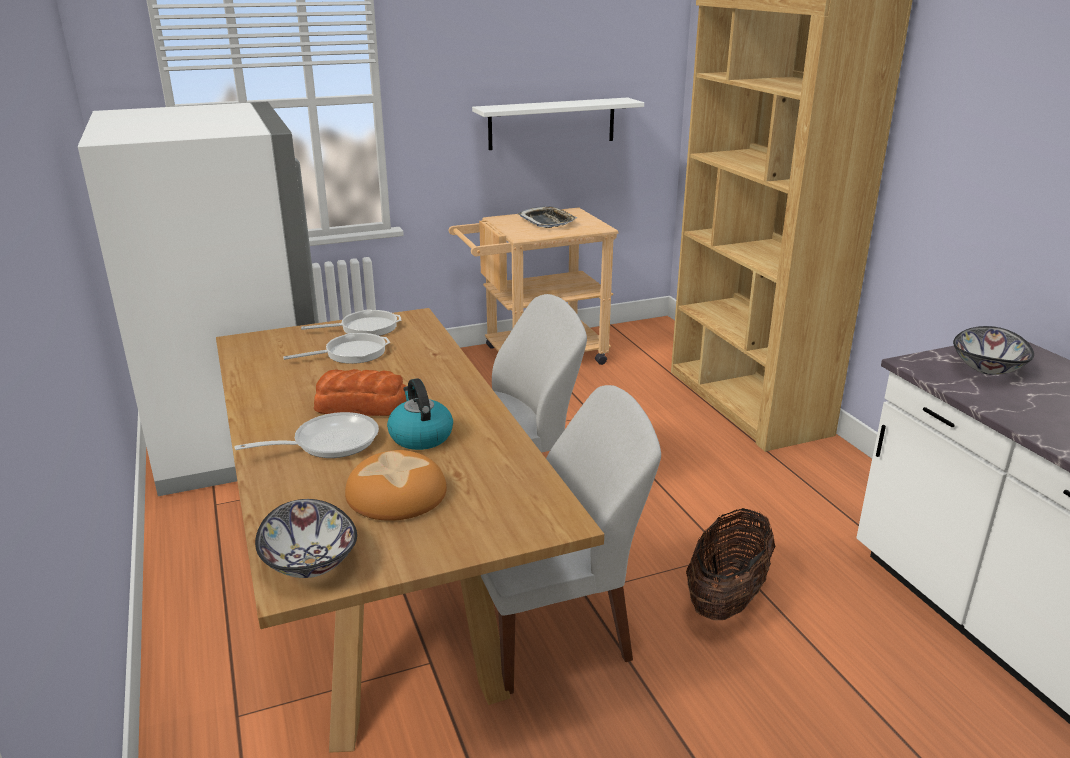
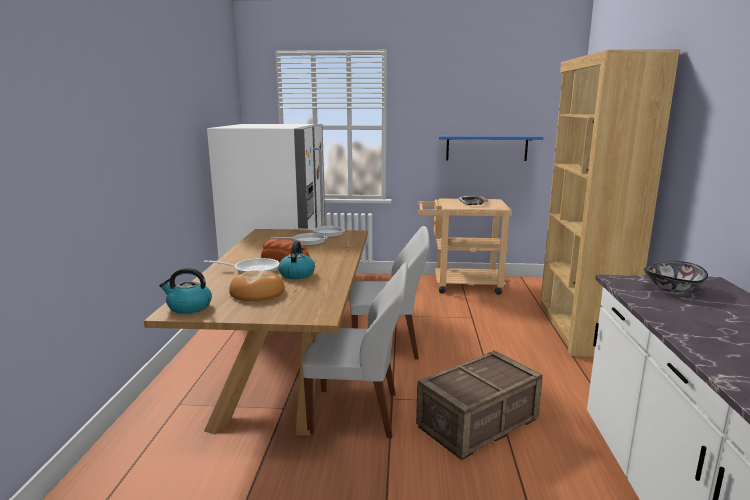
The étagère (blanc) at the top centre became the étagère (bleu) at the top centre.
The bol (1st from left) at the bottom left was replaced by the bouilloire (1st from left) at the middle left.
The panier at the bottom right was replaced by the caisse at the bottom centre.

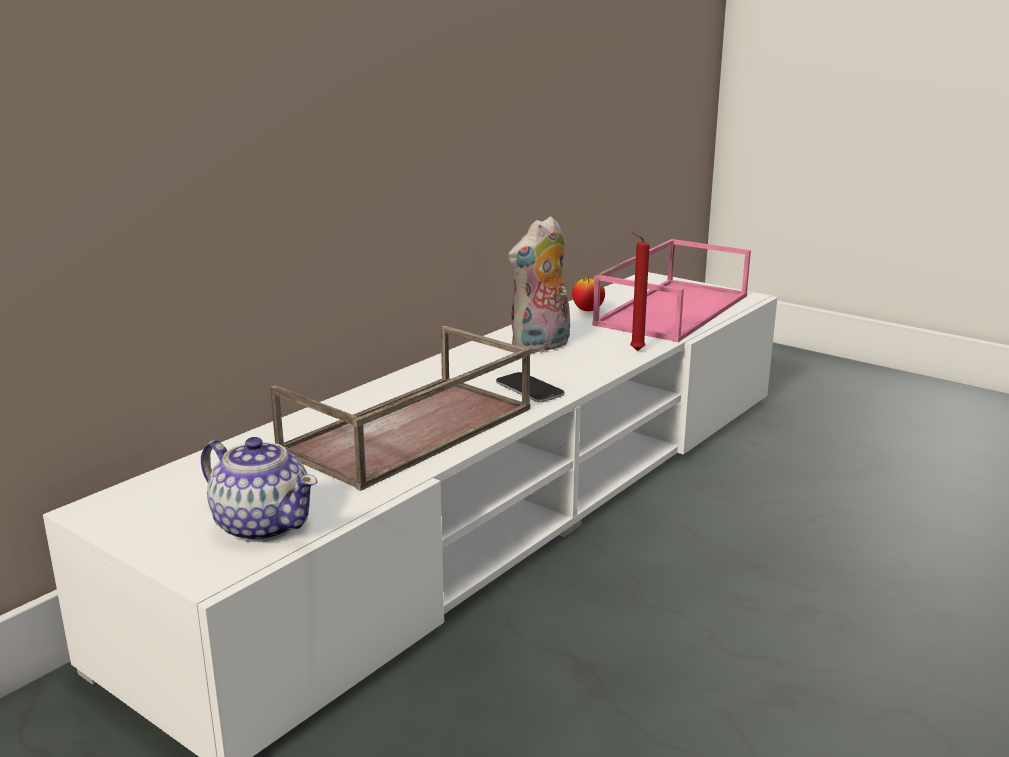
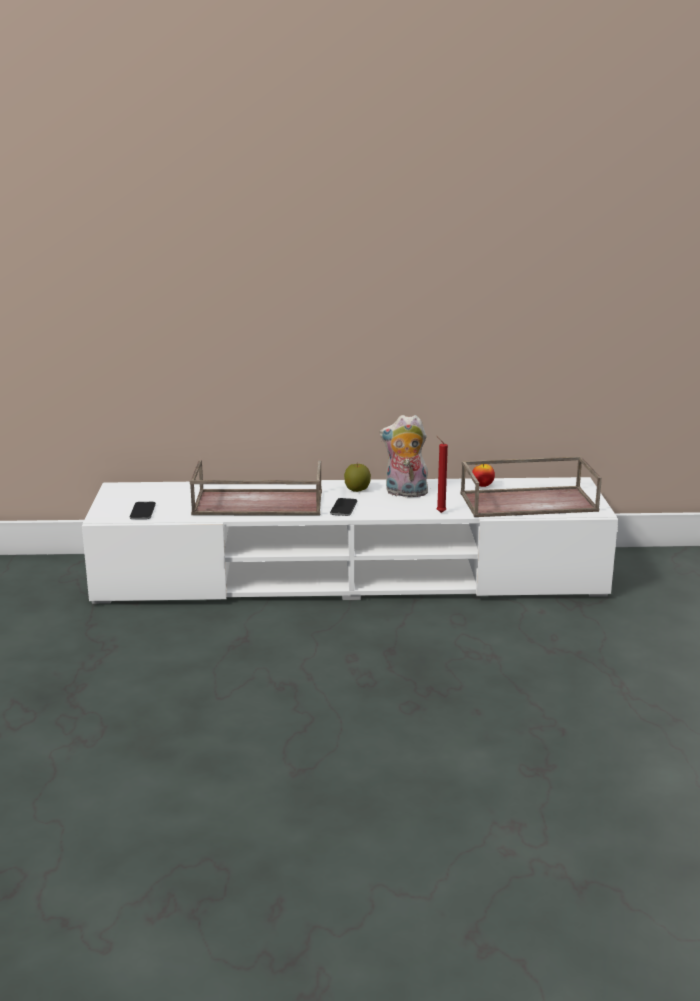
The plateau (rose) at the centre became the plateau (marron) (2nd from left) at the middle right.
The théière at the middle left was replaced by the téléphone (1st from left) at the middle left.
The pomme (1st from left) at the centre appeared.

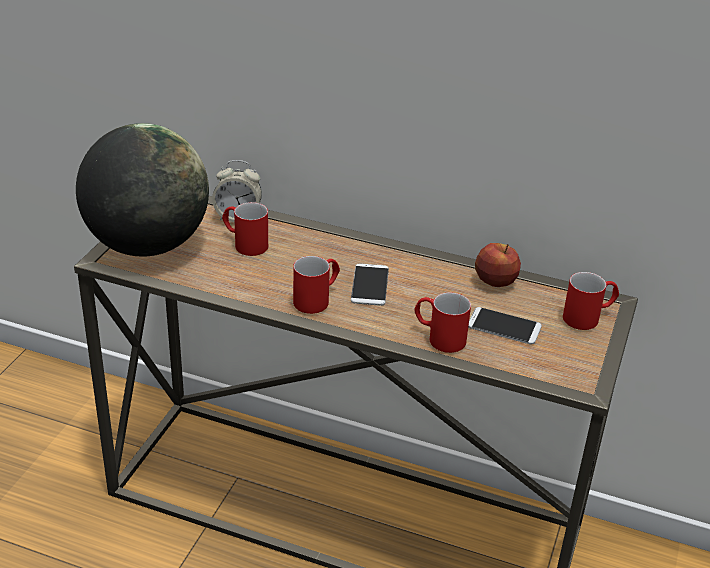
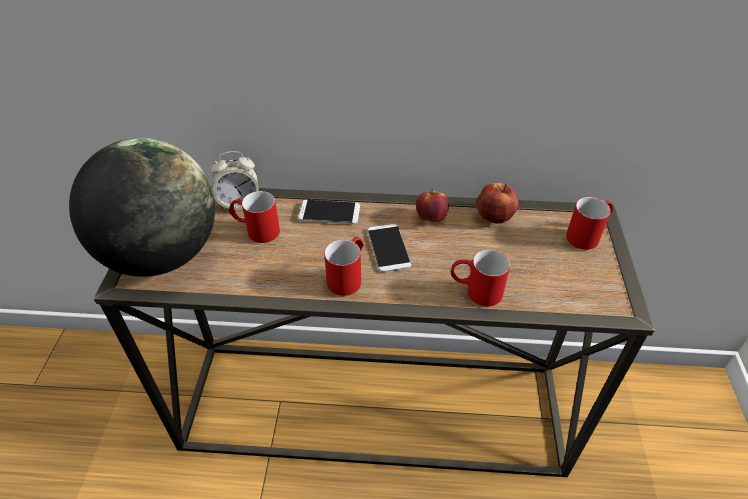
The téléphone (2nd from left in the first image) moved from the middle right to the centre.
The pomme (1st from left) at the centre appeared.

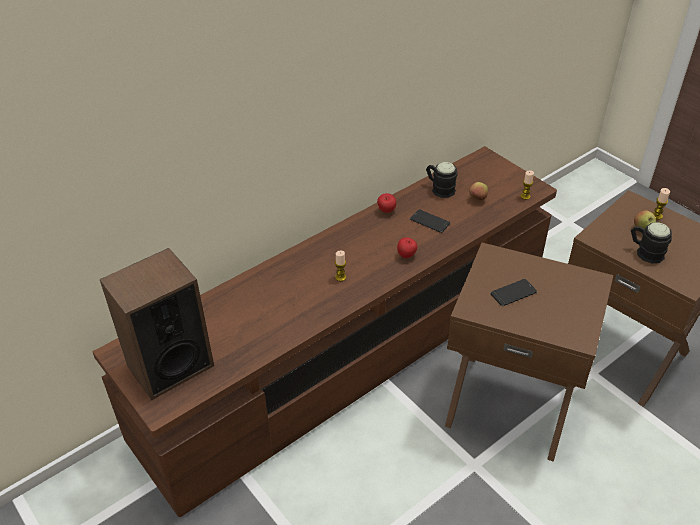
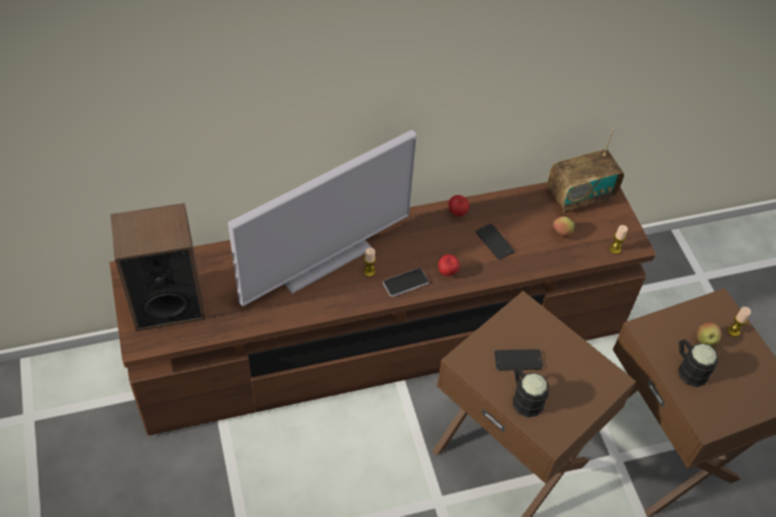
The mug (noir) (1st from left) moved from the centre to the bottom right.
The radio at the top right appeared.
The téléviseur at the centre appeared.
The téléphone (1st from left) at the centre appeared.

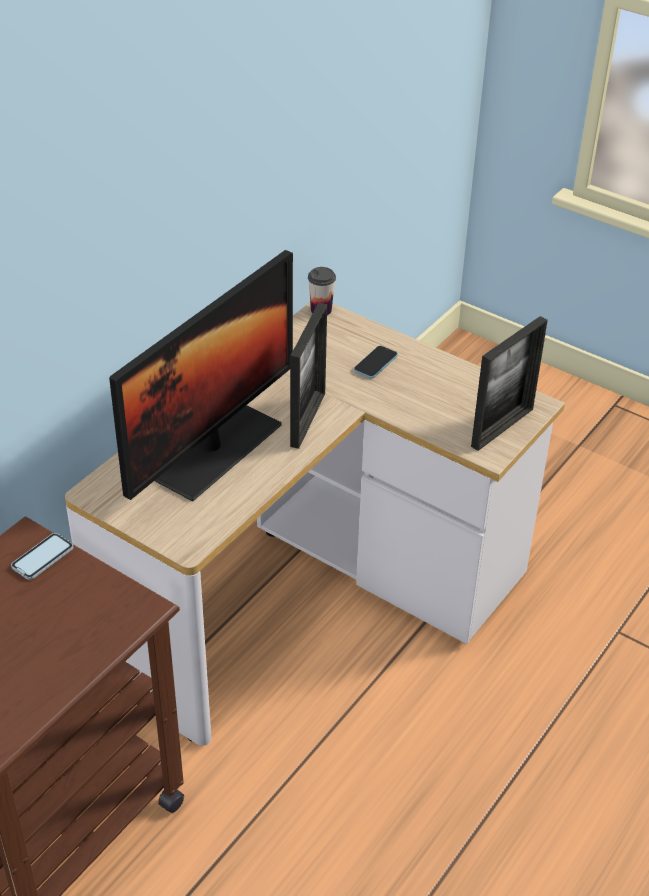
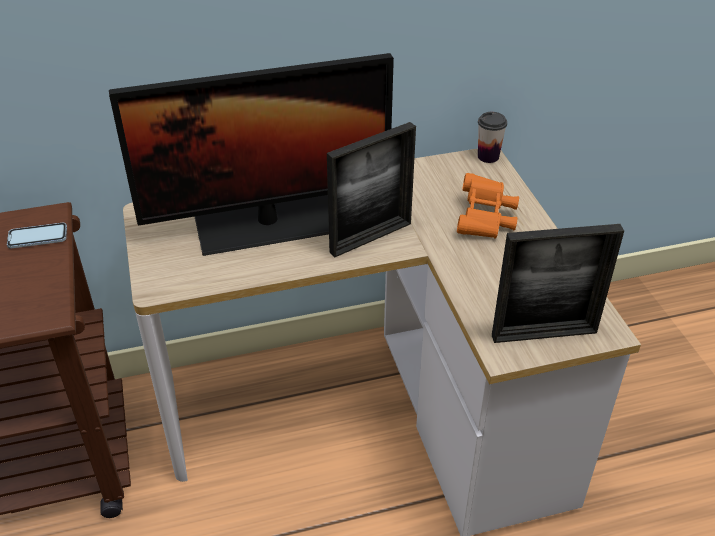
The téléphone (2nd from left) at the centre was replaced by the jumelles (orange) at the middle right.

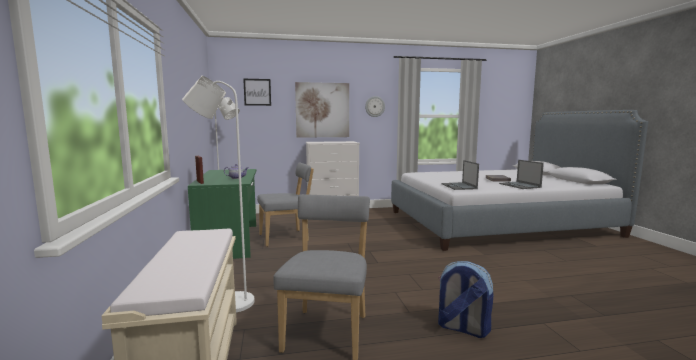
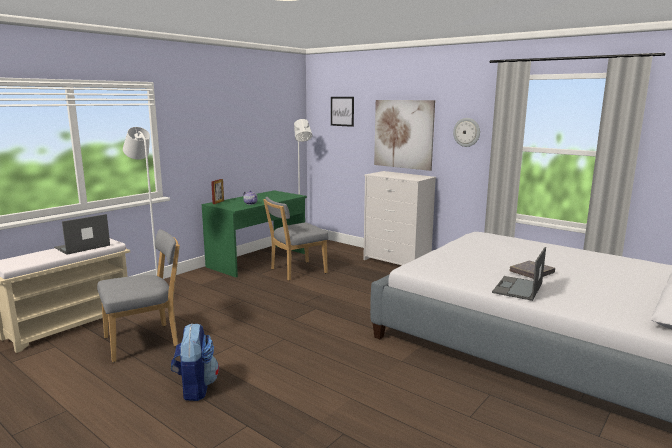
The ordinateur portable (1st from left) moved from the centre to the middle left.
The chaise (gris) (1st from left in the first image) at the centre turned 120 degrees clockwise.

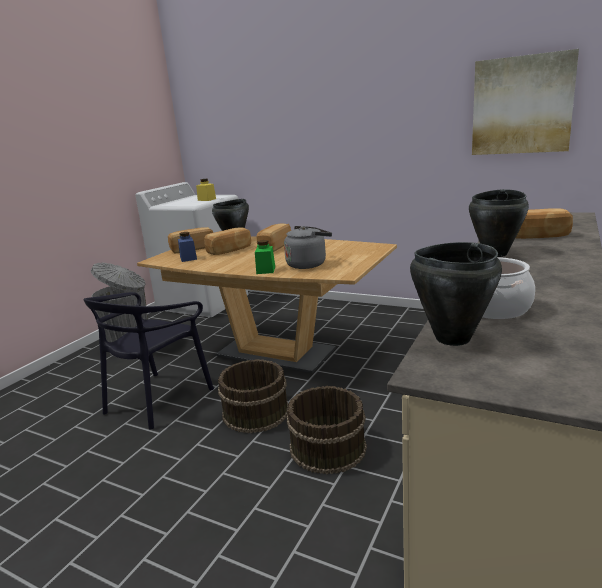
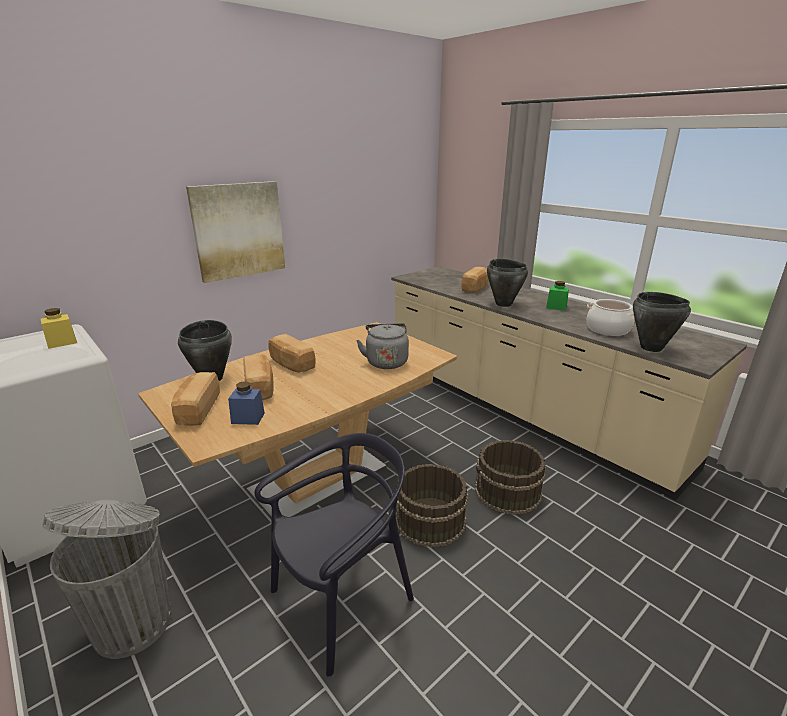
The tableau moved from the top right to the top left.
The bocal (vert) moved from the centre to the middle right.
The chaise (noir) at the middle left turned 90 degrees counterclockwise.

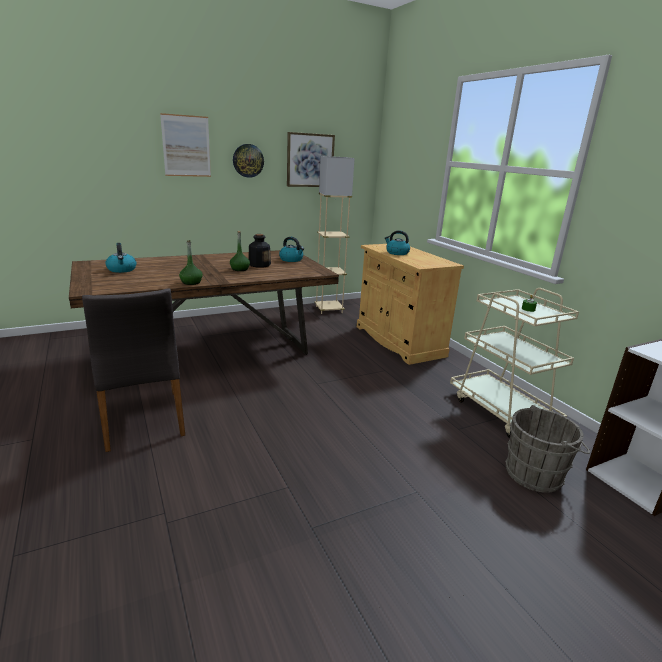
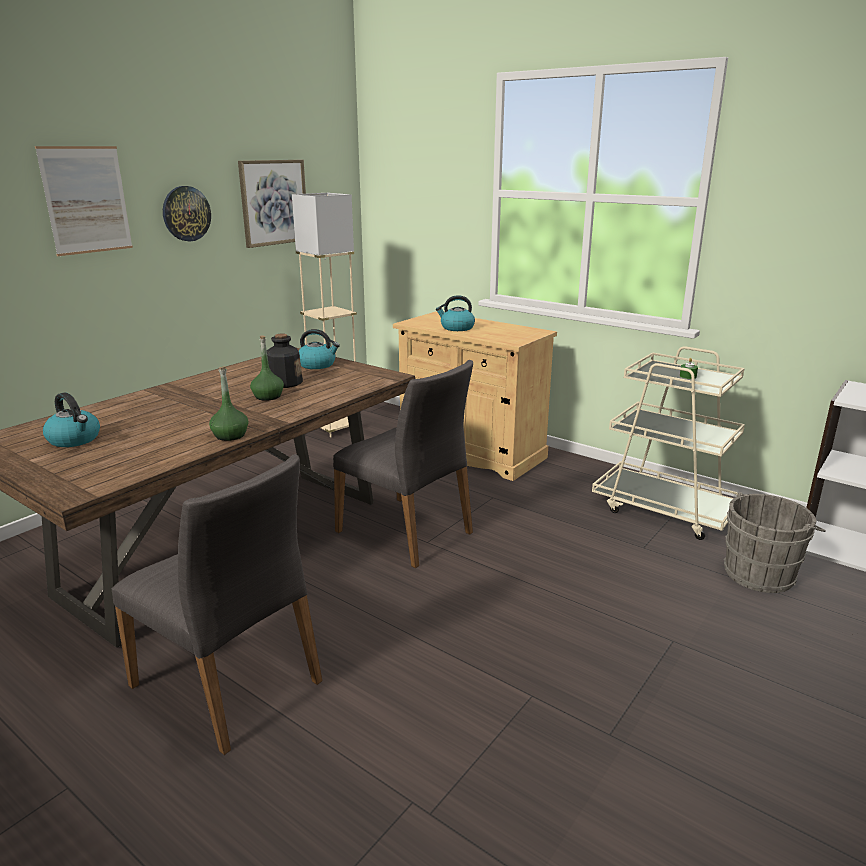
The chaise (gris) (2nd from left) at the centre appeared.

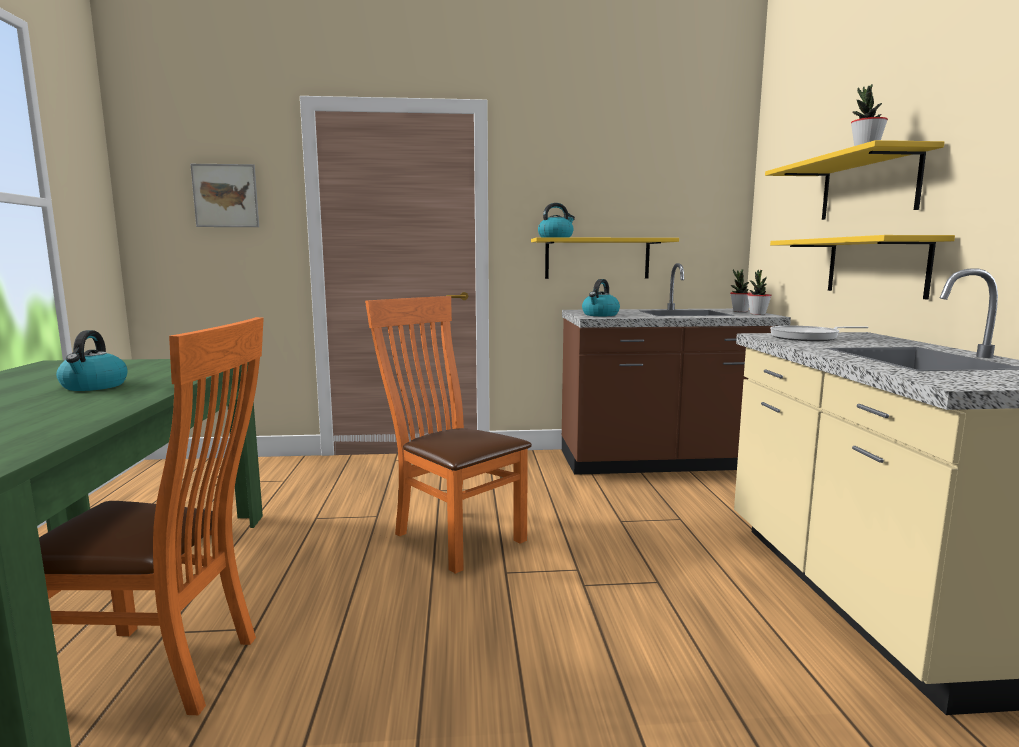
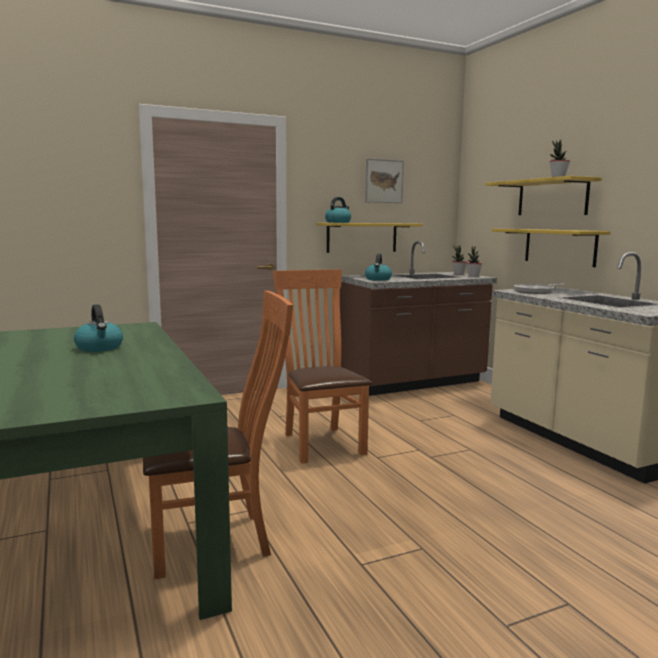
The tableau moved from the top left to the top centre.
The chaise (orange) (2nd from left) at the centre turned 45 degrees clockwise.

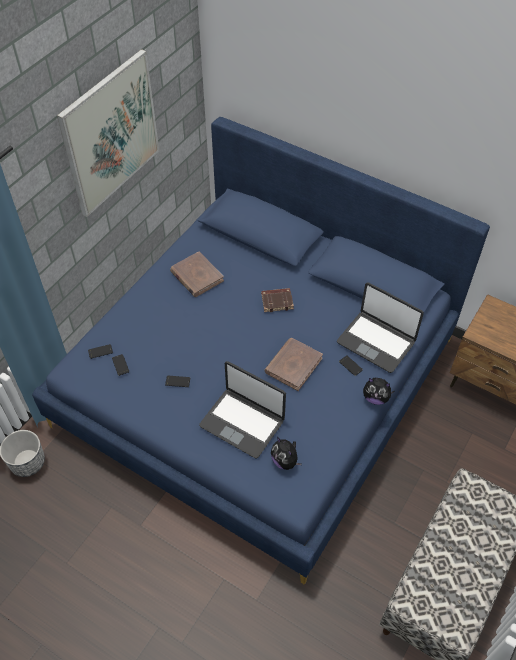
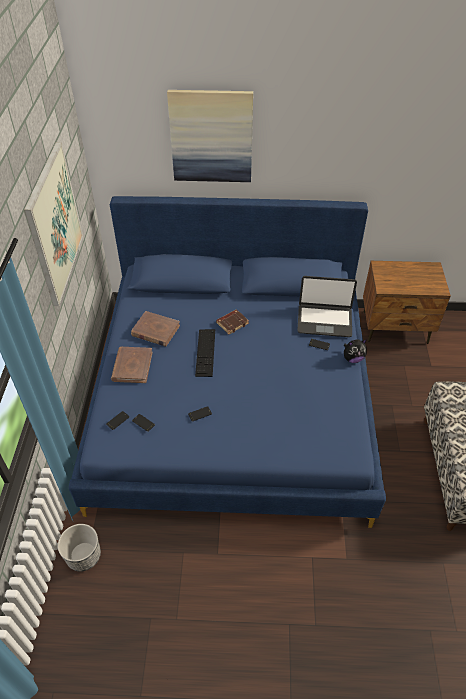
The livre (marron) (3rd from left in the first image) moved from the centre to the middle left.
The ordinateur portable (1st from left) at the centre disappeared.
The peluche (1st from left) at the bottom centre disappeared.
The tableau (2nd from left) at the top centre appeared.
The clavier at the centre appeared.

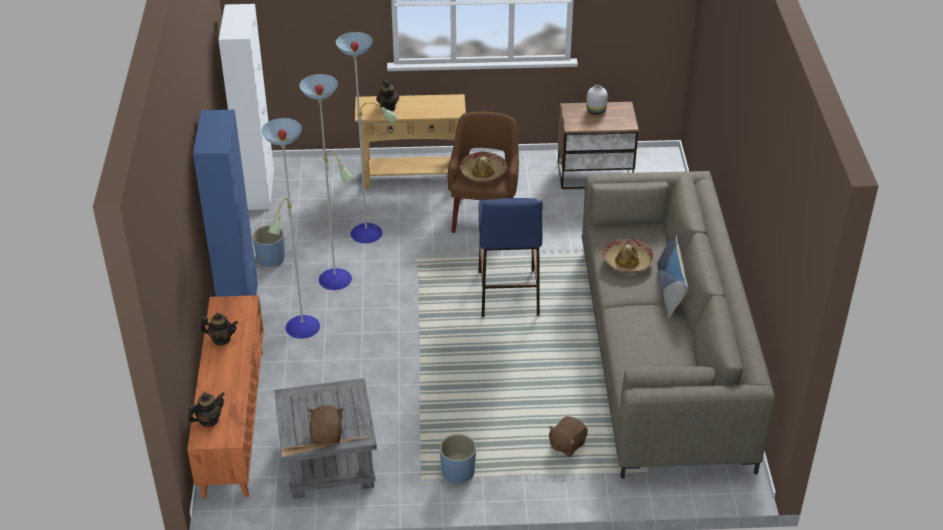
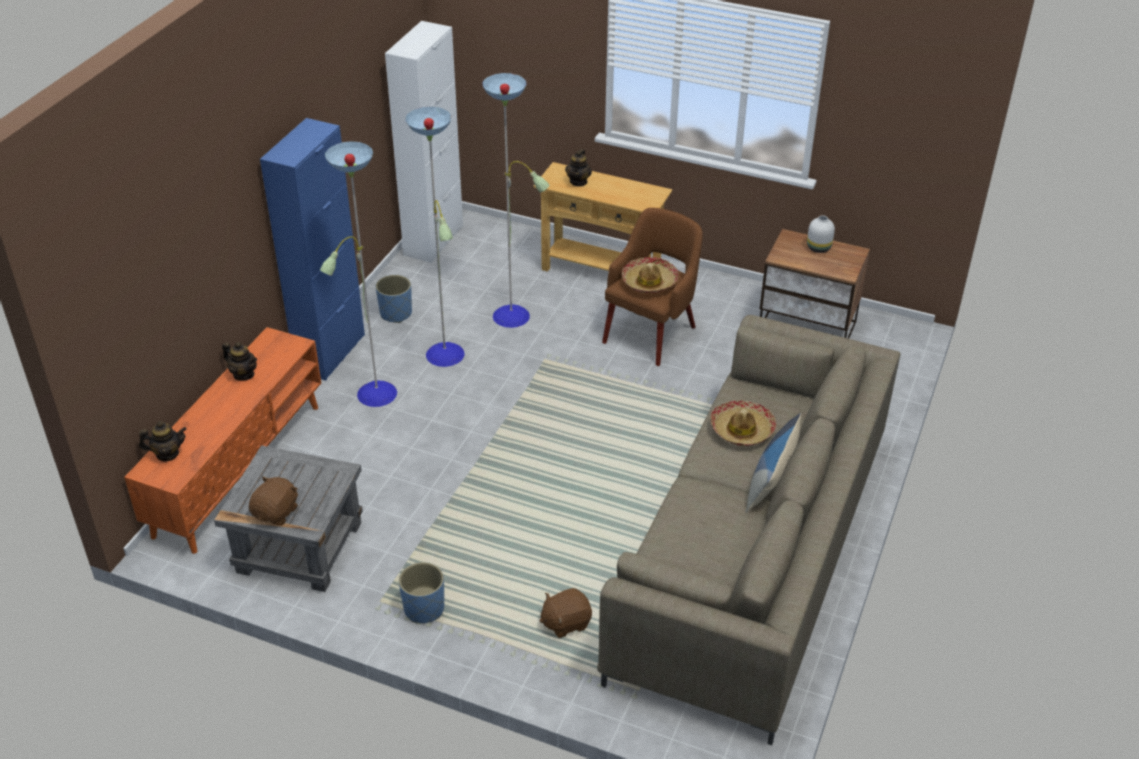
The tabouret (bleu) at the centre disappeared.

